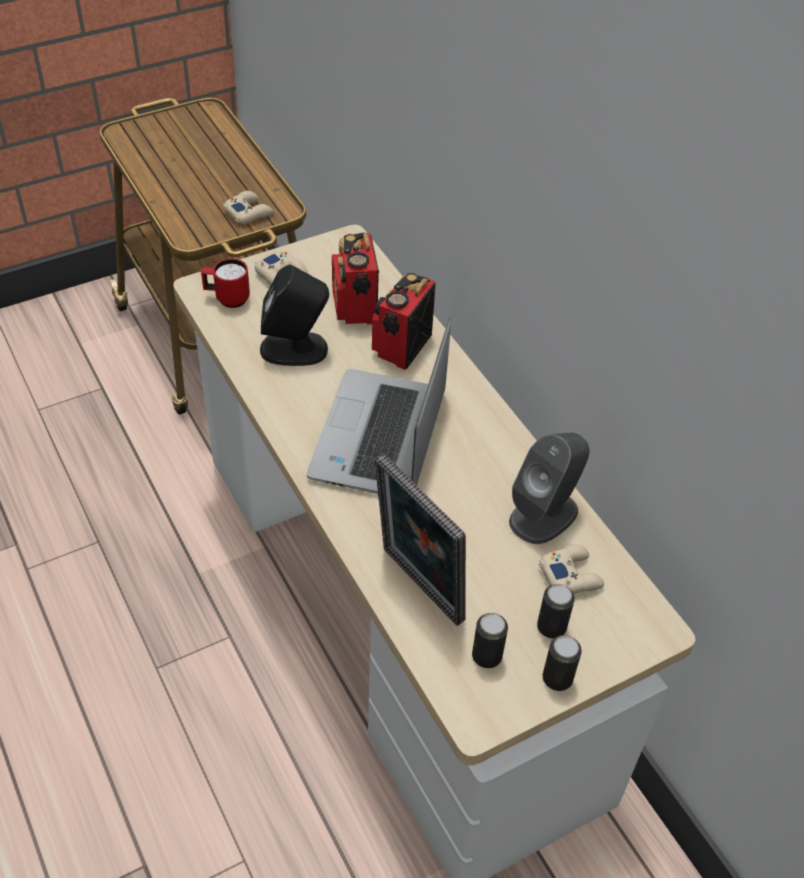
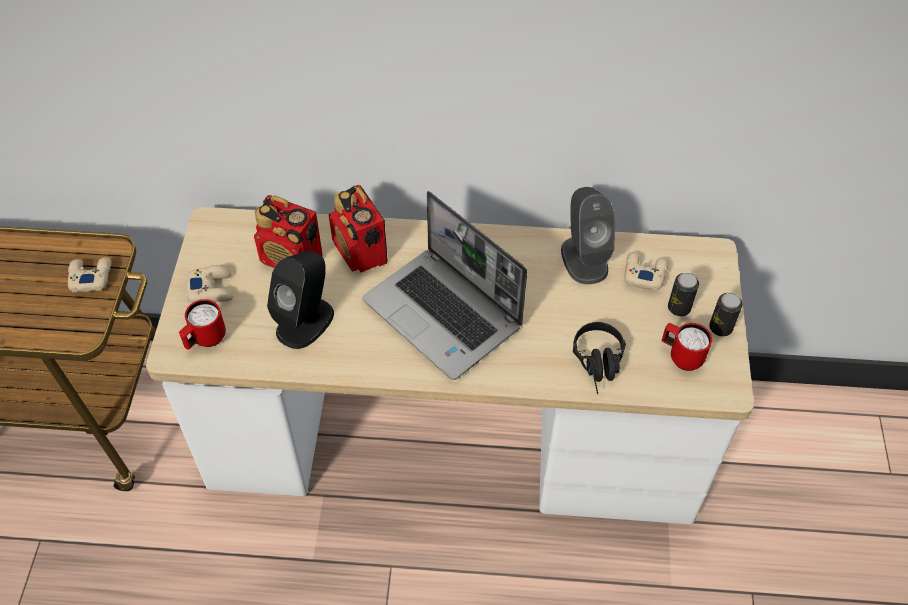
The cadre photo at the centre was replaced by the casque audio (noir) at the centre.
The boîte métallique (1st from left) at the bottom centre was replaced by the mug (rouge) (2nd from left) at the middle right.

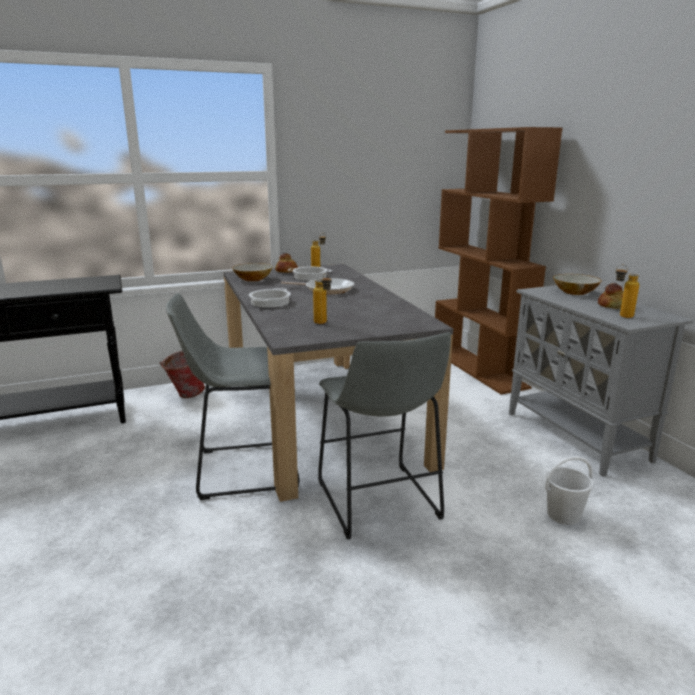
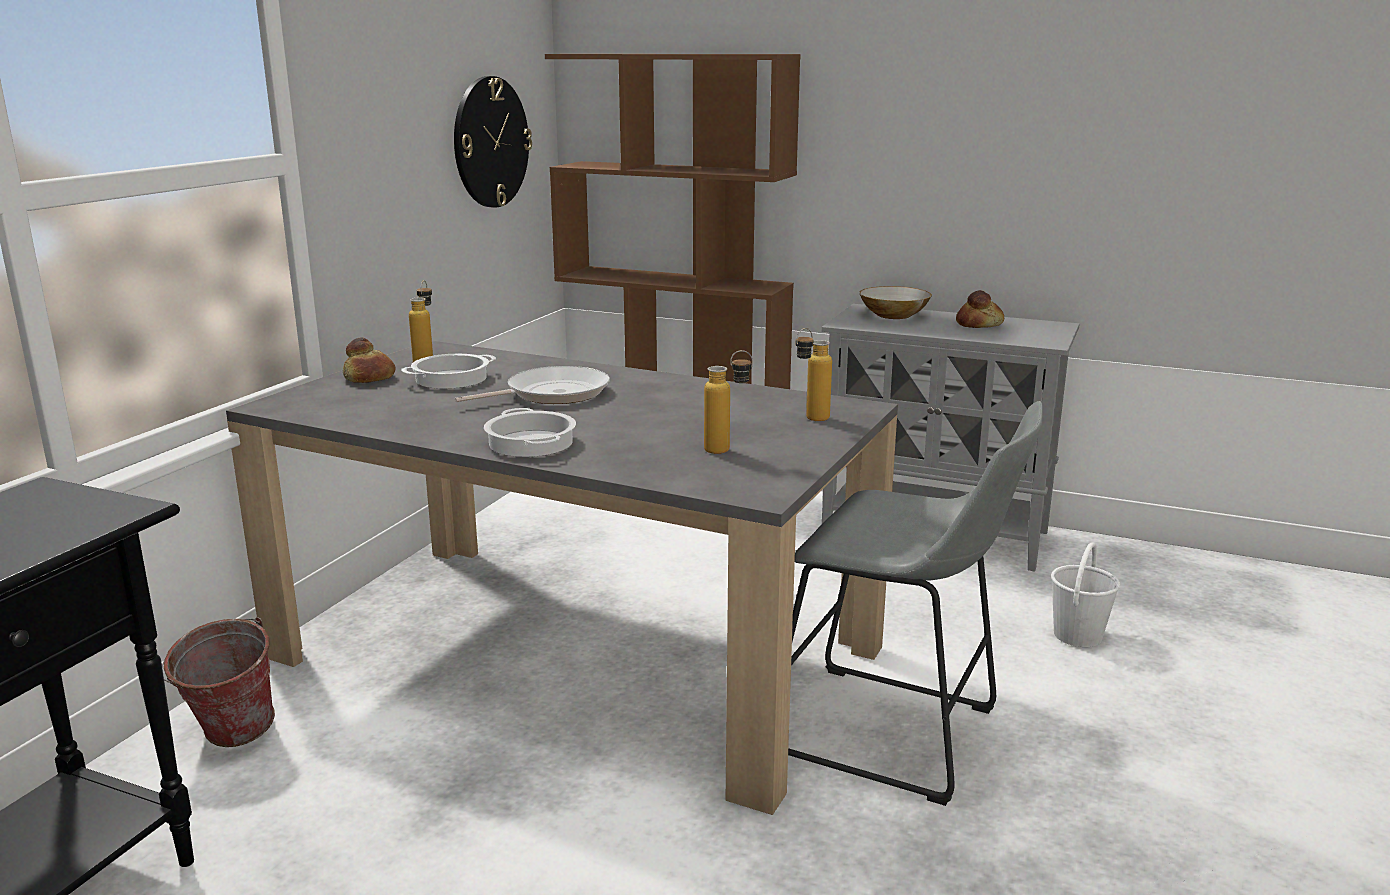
The bol (1st from left) at the centre disappeared.
The bouteille (3rd from left) moved from the middle right to the centre.
The tabouret (gris) (1st from left) at the centre disappeared.
The horloge murale at the top centre appeared.

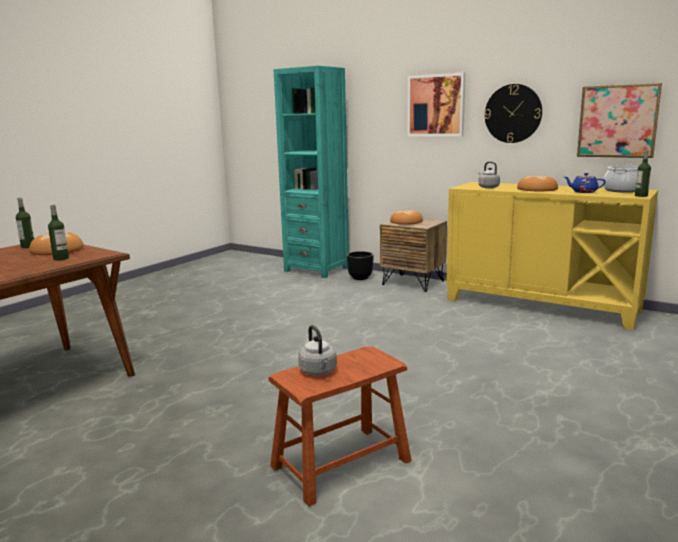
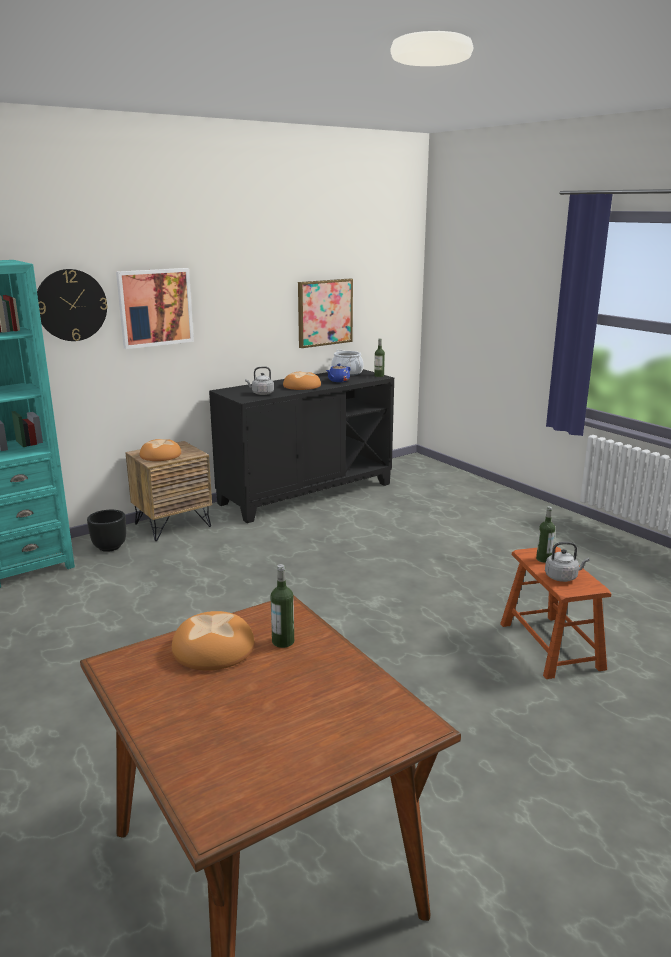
The horloge murale moved from the top right to the top left.
The meuble de rangement (jaune) at the middle right became the meuble de rangement (noir) at the centre.
The bouteille (1st from left in the first image) moved from the middle left to the middle right.

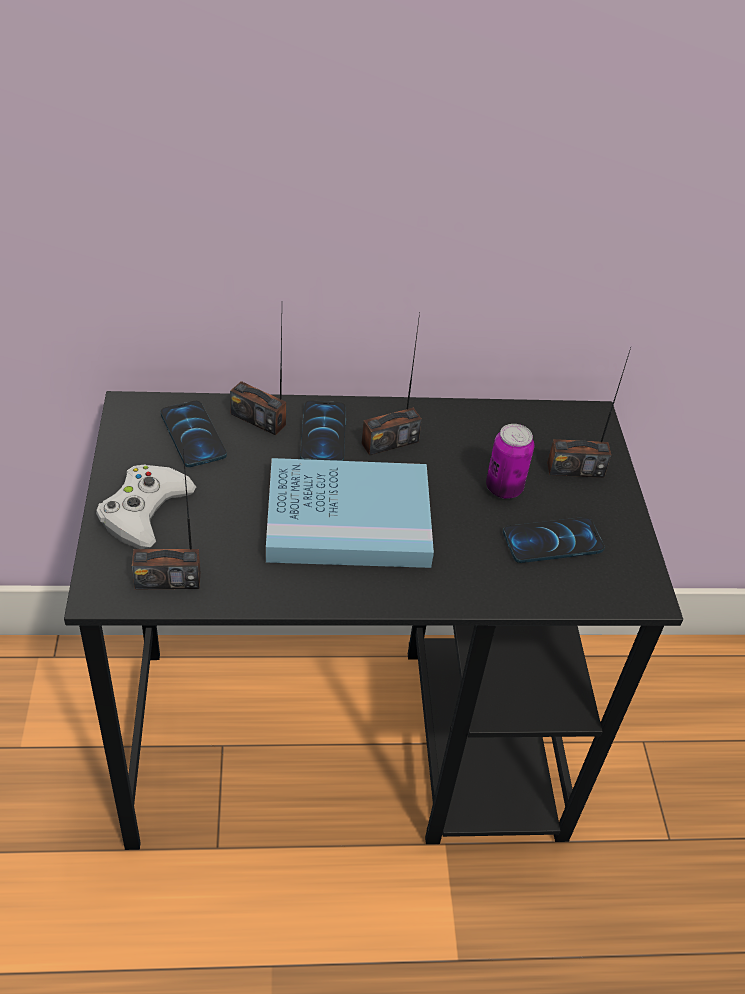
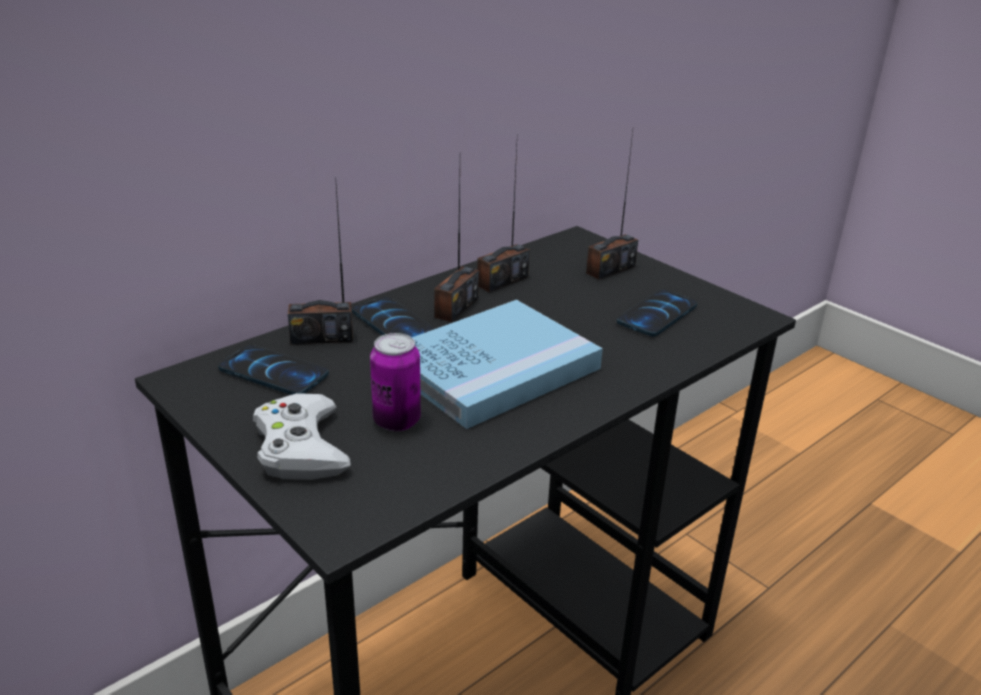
The boîte métallique moved from the middle right to the centre.
The radio (1st from left in the first image) moved from the middle left to the top centre.

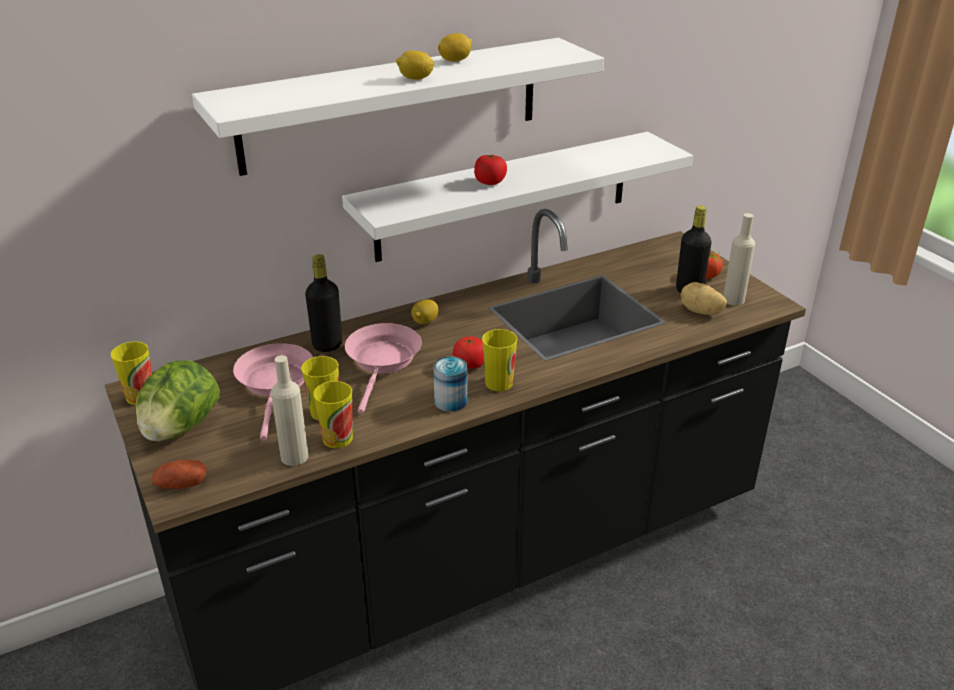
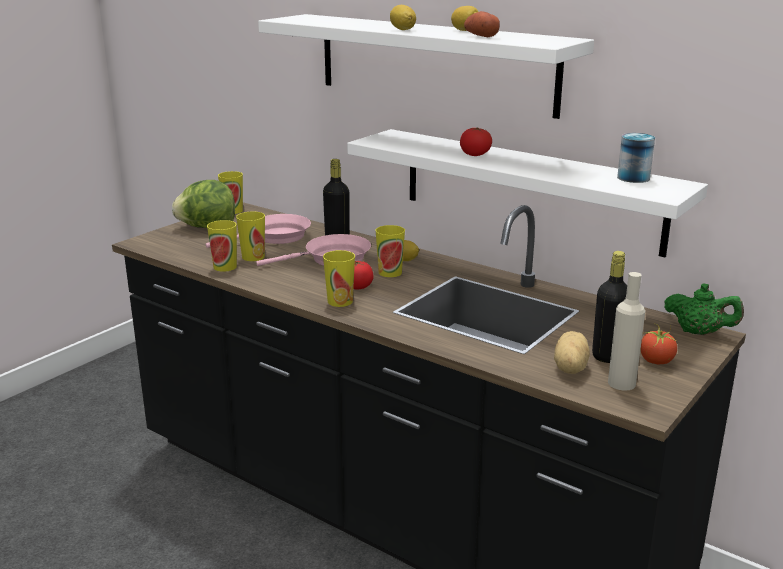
The bouteille (beige) (1st from left) at the middle left disappeared.
The boîte métallique moved from the centre to the top right.
The pomme de terre (1st from left) moved from the bottom left to the top centre.
The tasse (5th from left) at the centre appeared.
The théière (vert) at the middle right appeared.

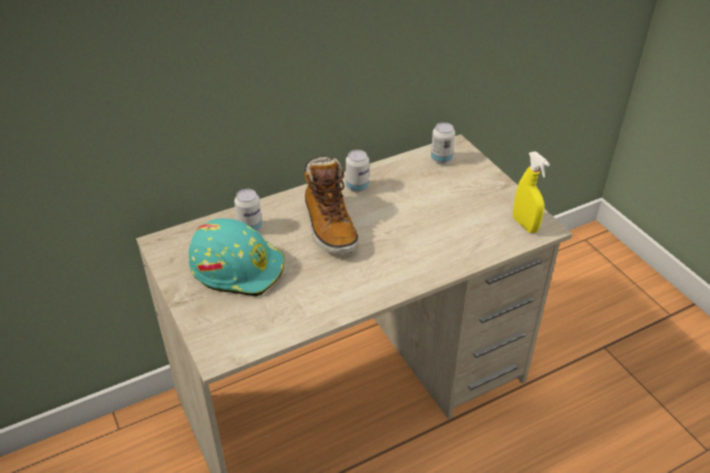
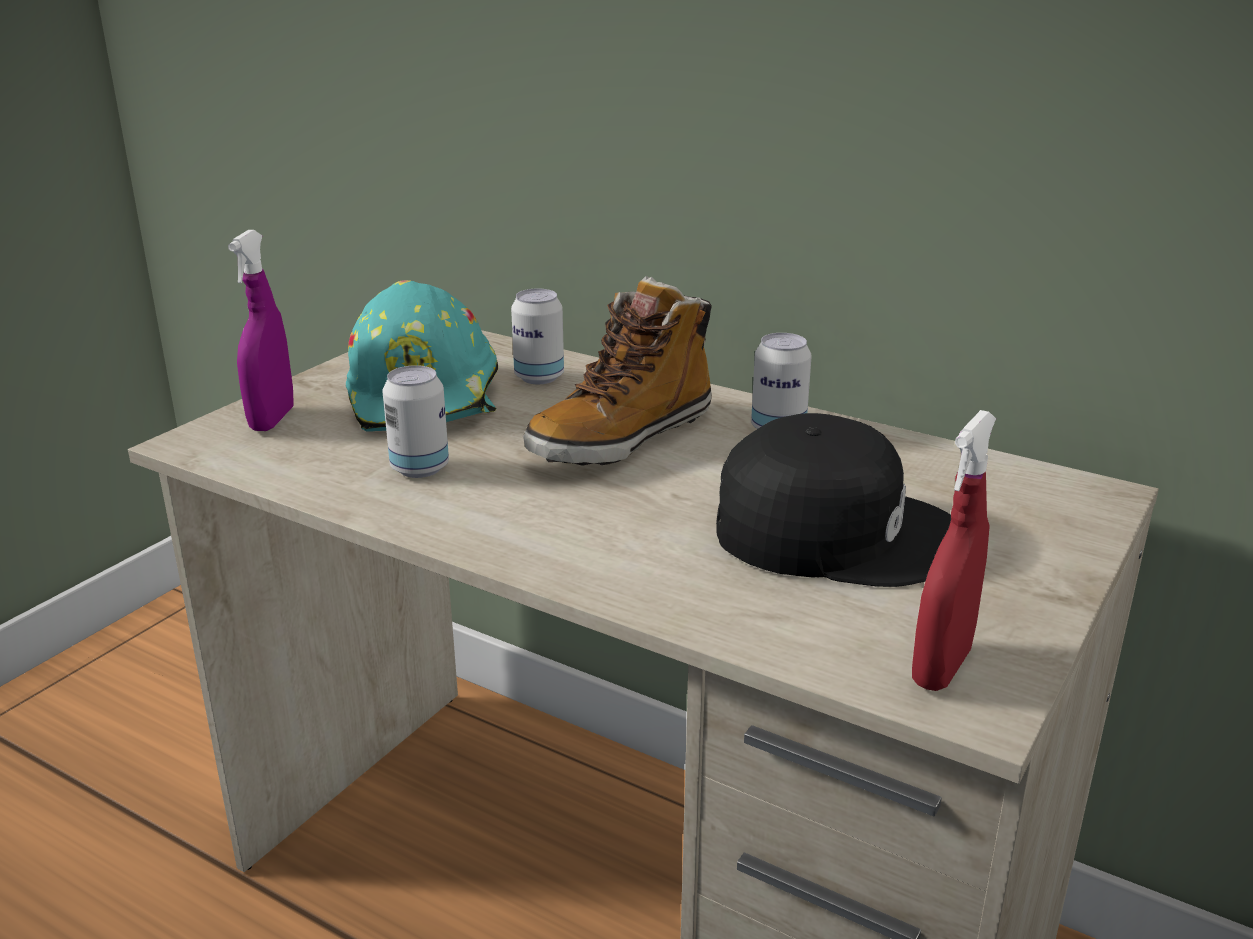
The boîte métallique (3rd from left in the first image) moved from the top centre to the middle left.
The vaporisateur (jaune) at the middle right became the vaporisateur (rouge) at the middle right.
The vaporisateur (violet) at the middle left appeared.
The casquette (noir) at the centre appeared.

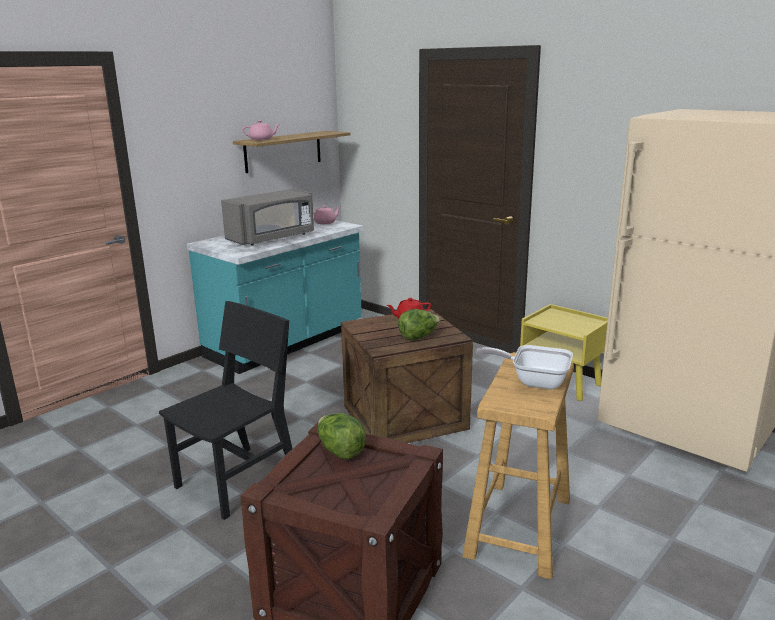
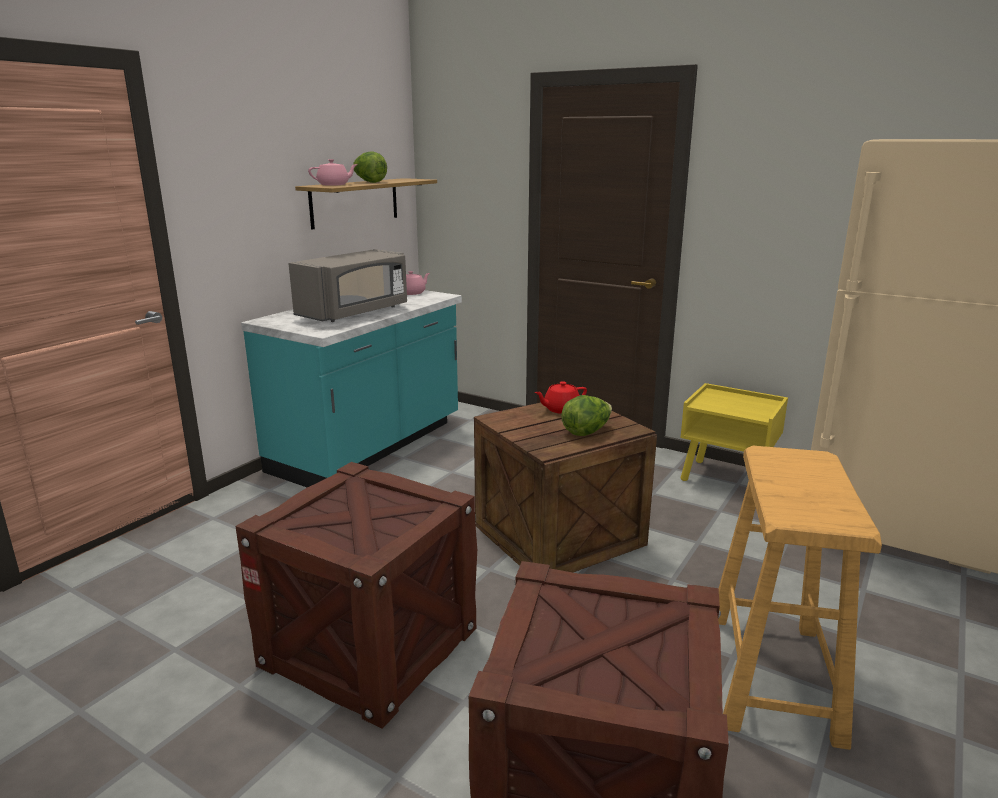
The chaise (noir) at the middle left was replaced by the caisse (1st from left) at the bottom centre.
The poêle at the middle right disappeared.
The laitue (1st from left) moved from the bottom centre to the top centre.

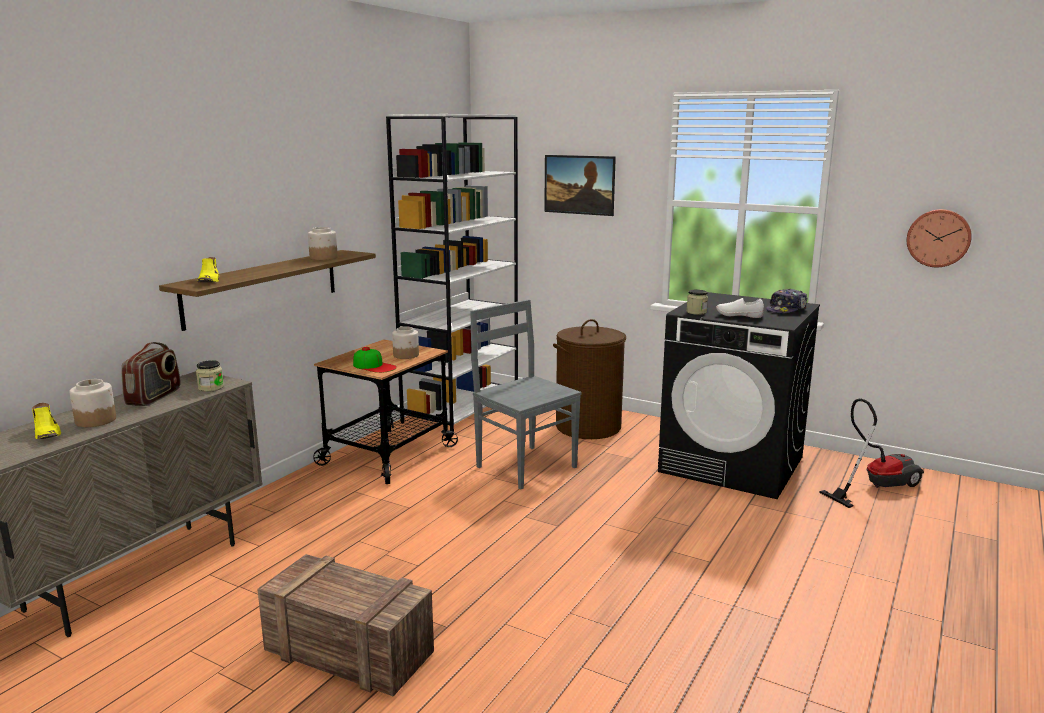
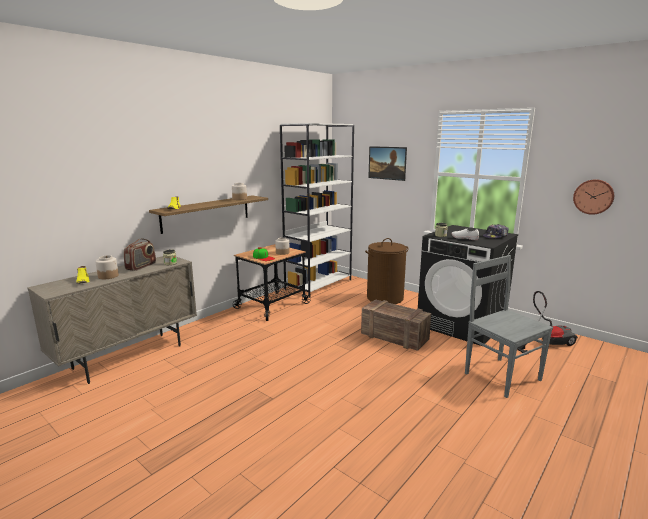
The chaise (gris) moved from the centre to the middle right.
The caisse moved from the bottom left to the centre.

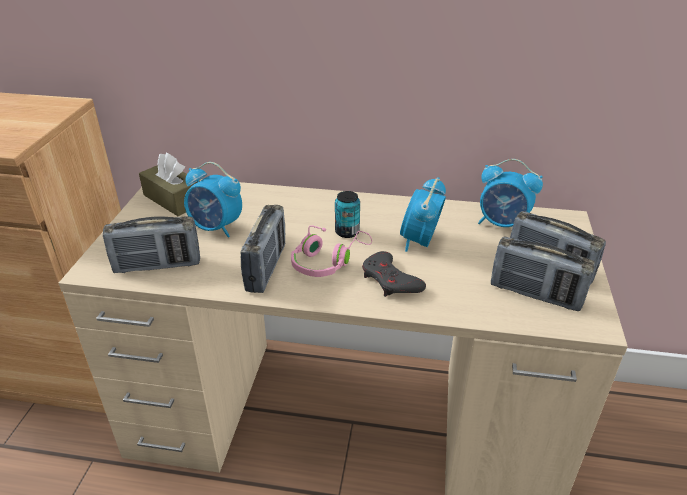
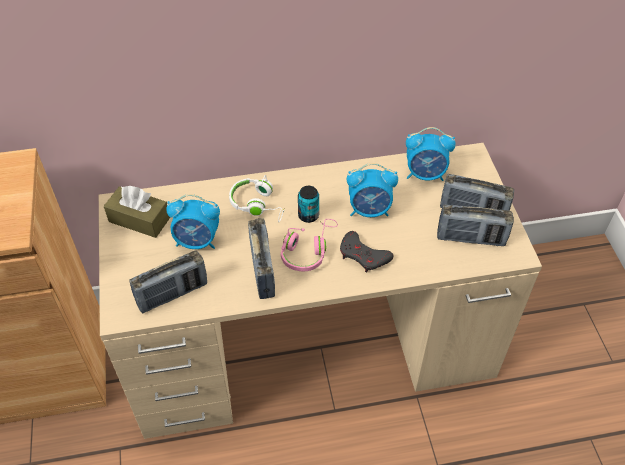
The réveil (2nd from left) at the centre turned 90 degrees counterclockwise.
The casque audio (blanc) at the centre appeared.

